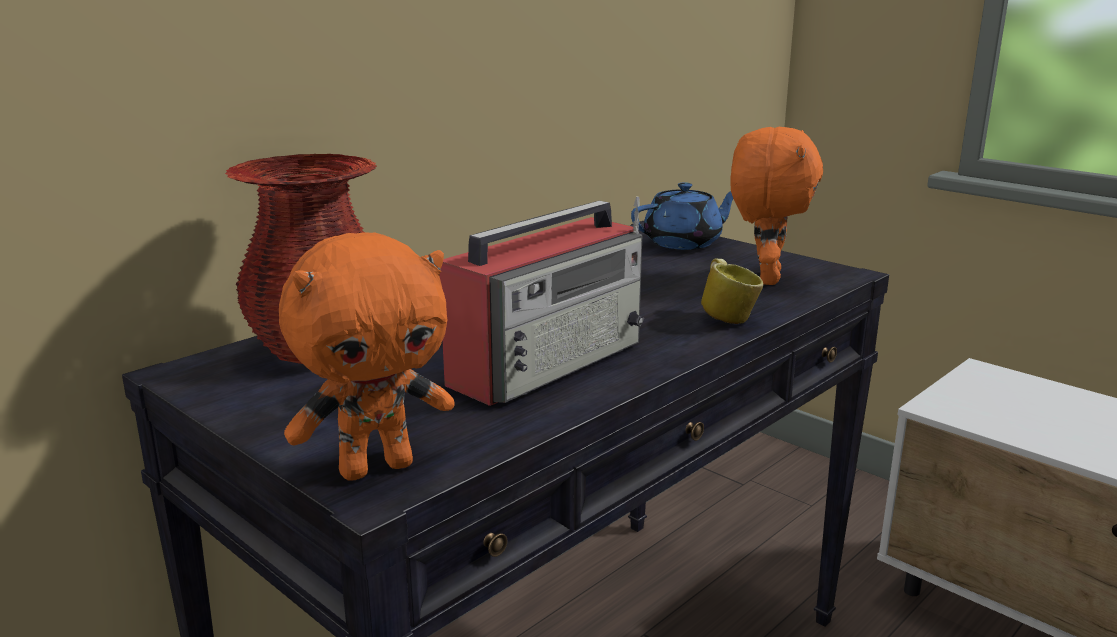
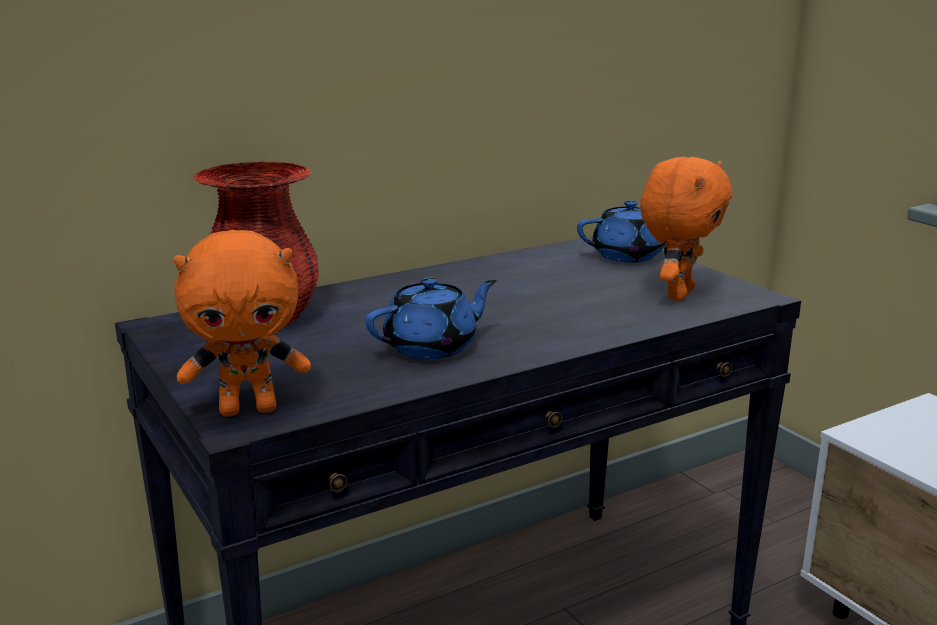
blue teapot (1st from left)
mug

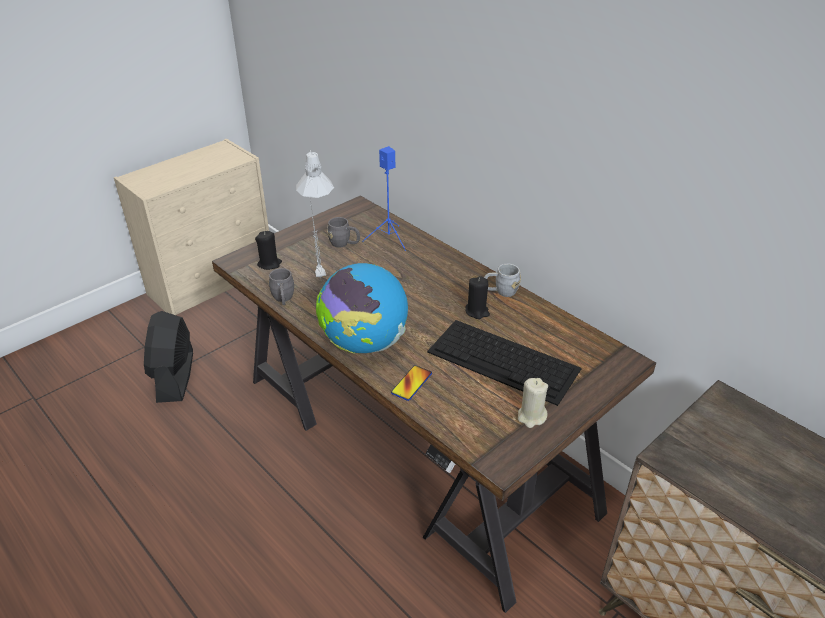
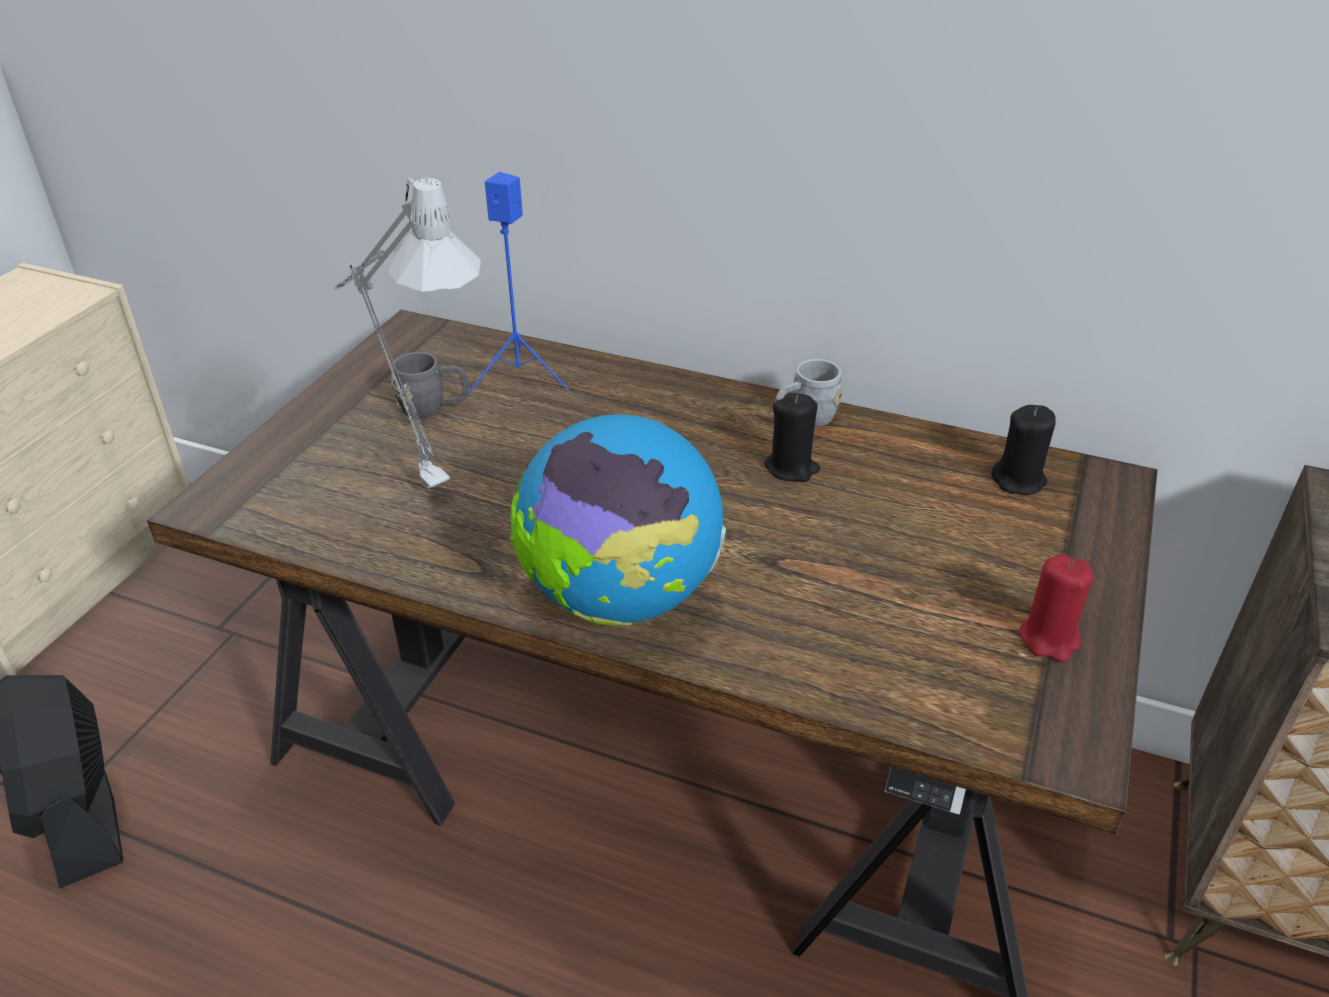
black candle (2nd from left)
grey mug (1st from left in the first image)
keyboard
phone
red candle

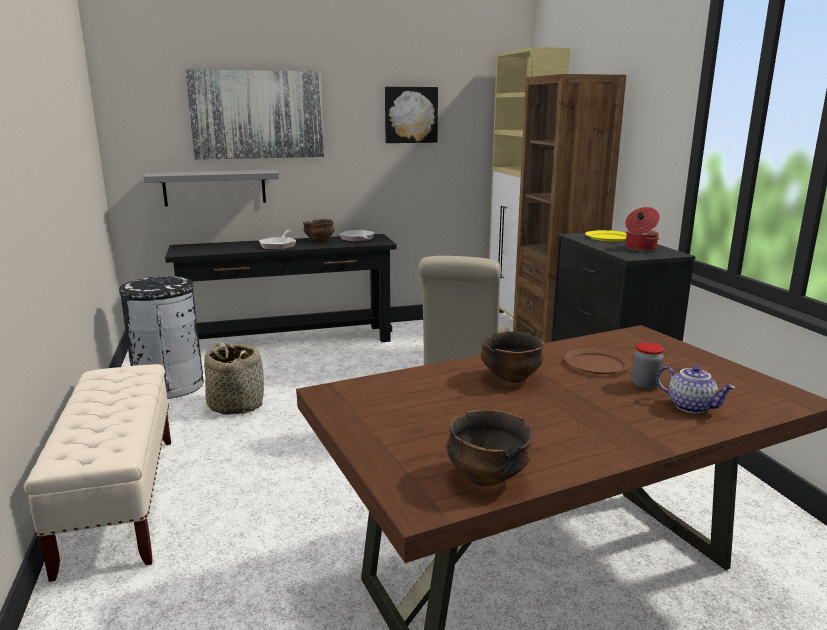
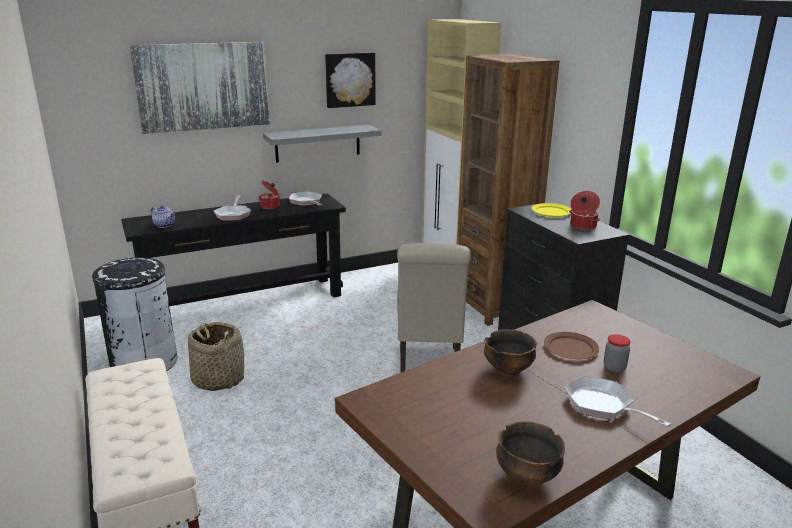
grey shelf
cooking pot (1st from left)
teapot
frying pan (3rd from left)

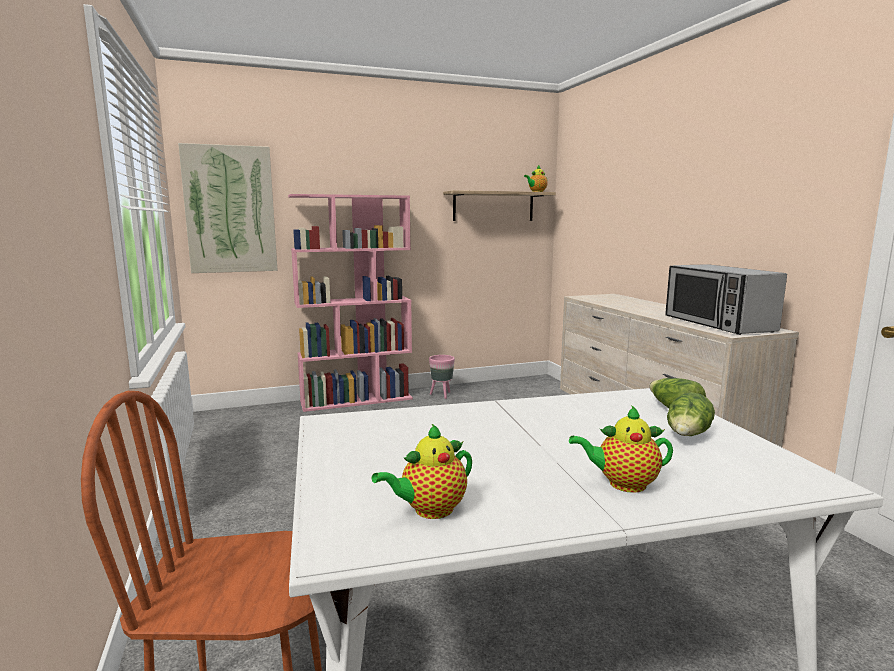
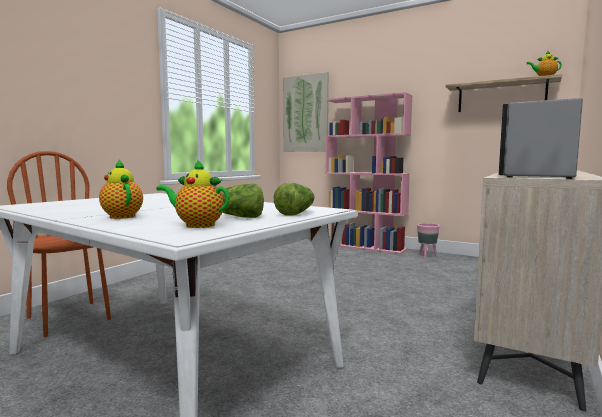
teapot (2nd from left)

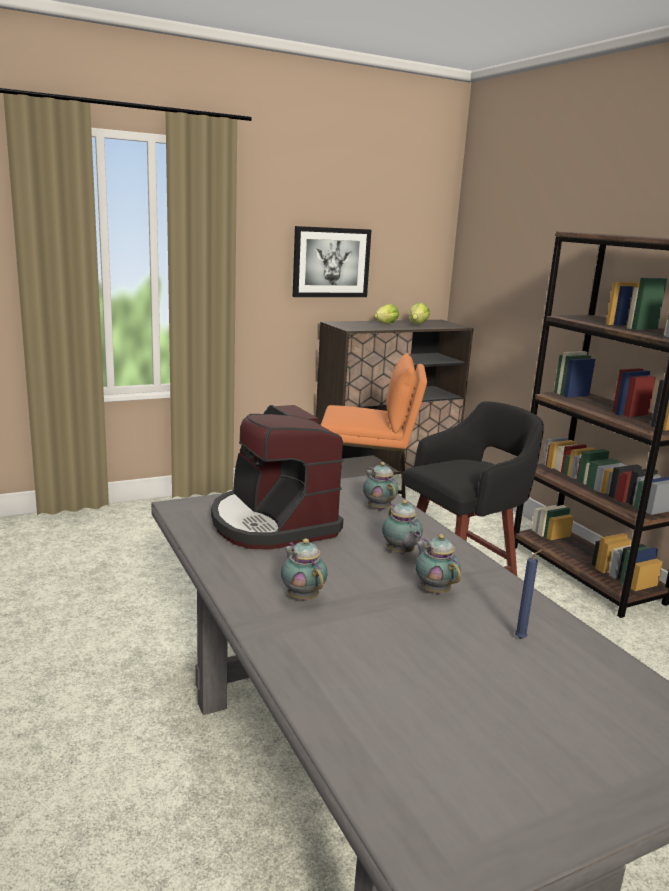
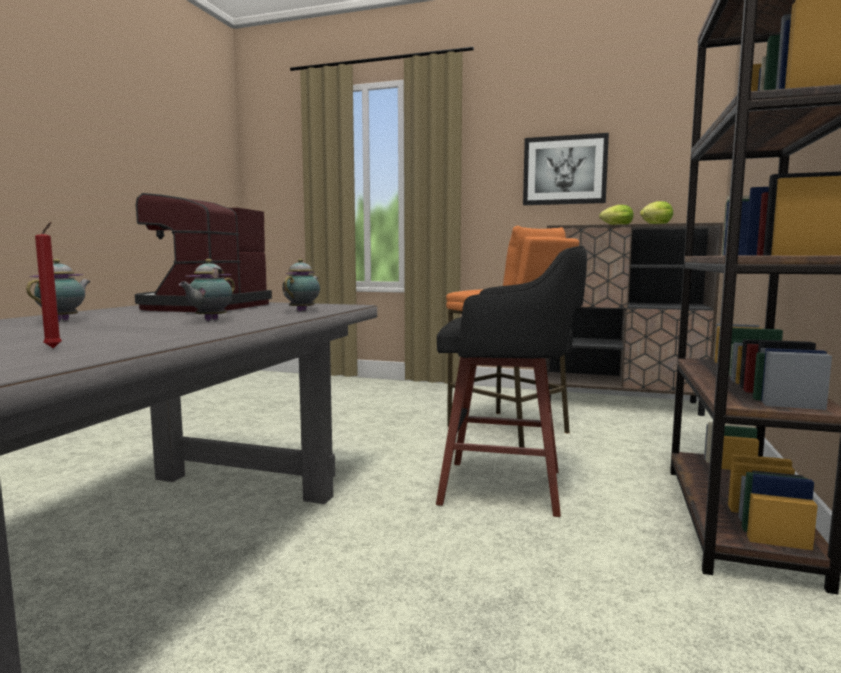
teapot (4th from left in the first image)
red candle

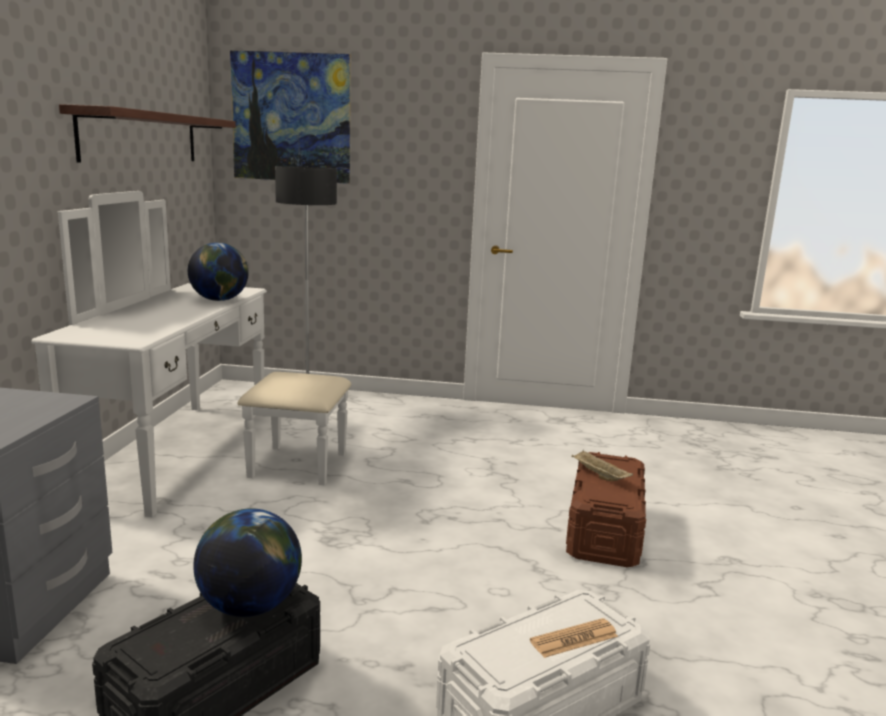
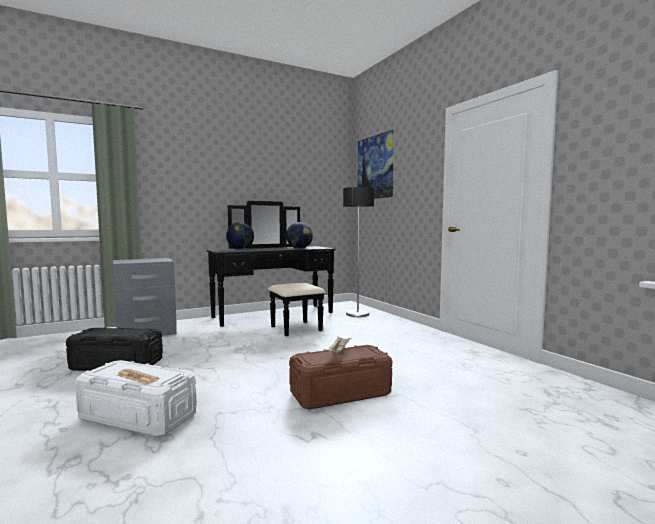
shelf
black dresser
globe (1st from left)

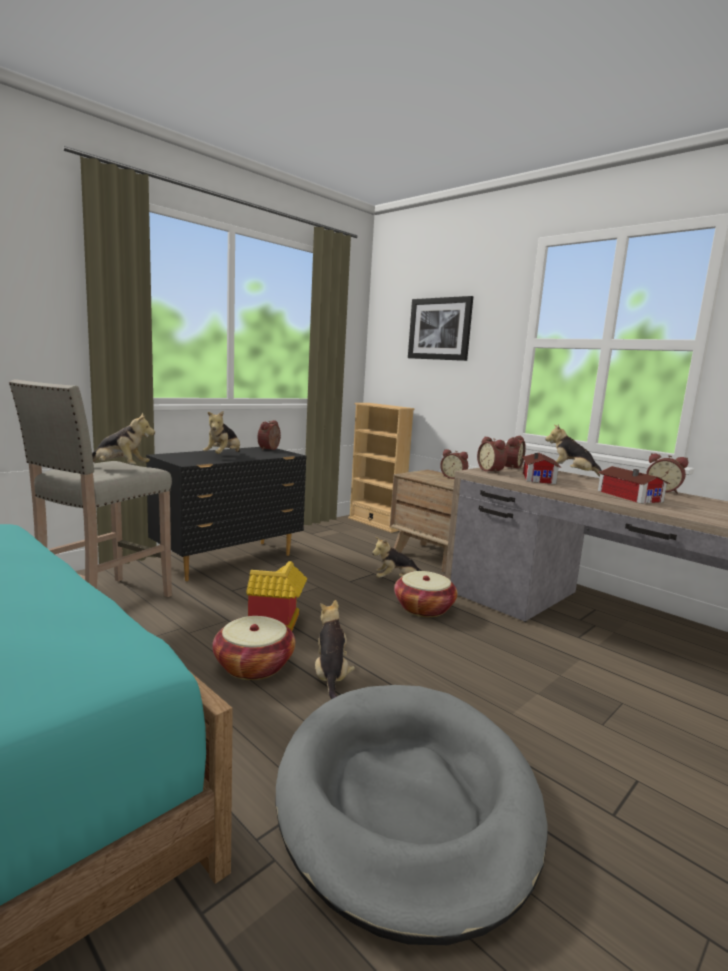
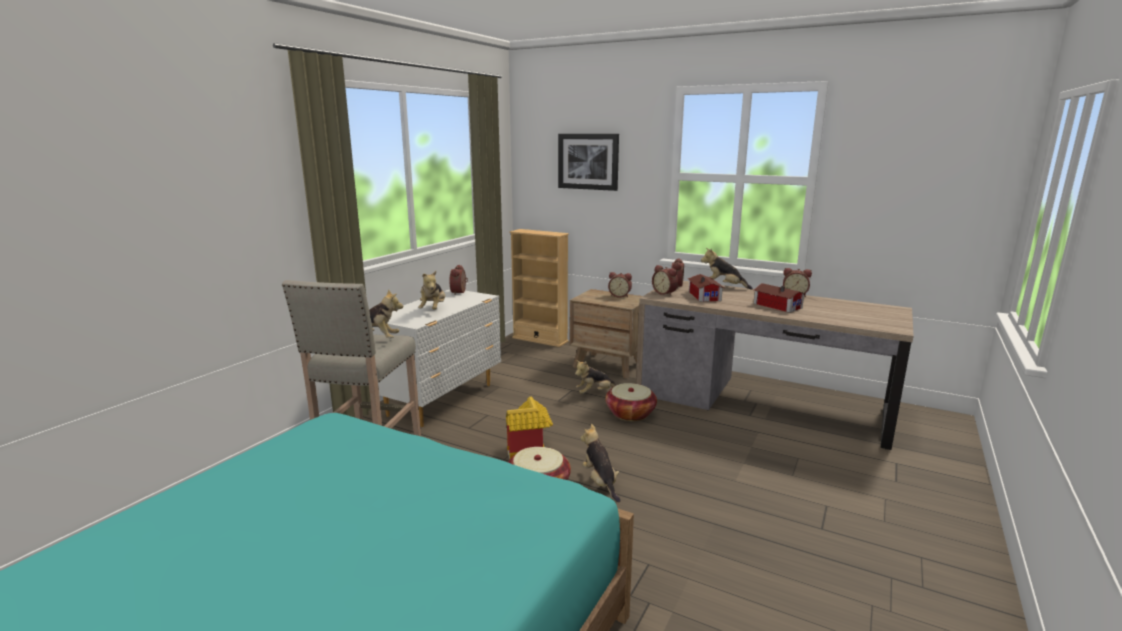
white dresser
grey dog bed

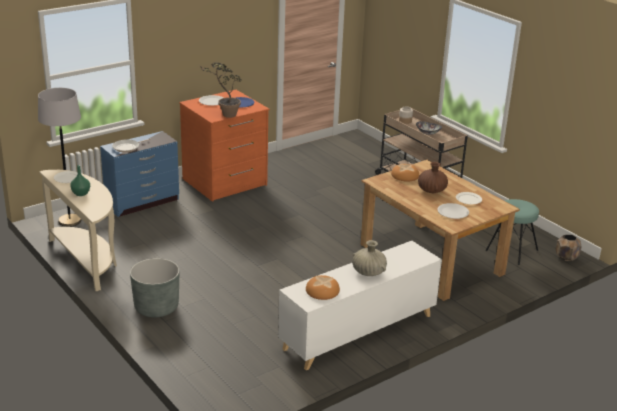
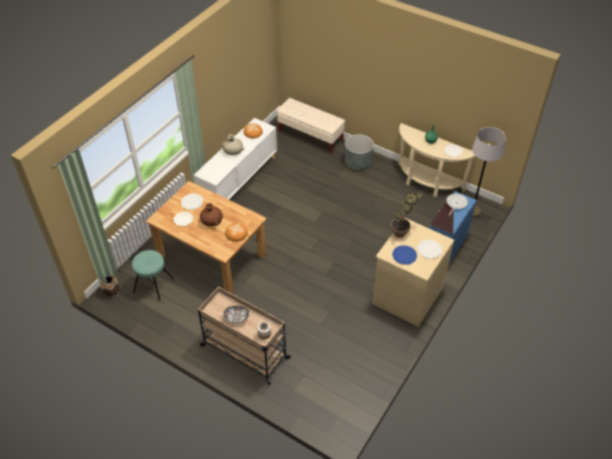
beige dresser
beige bench

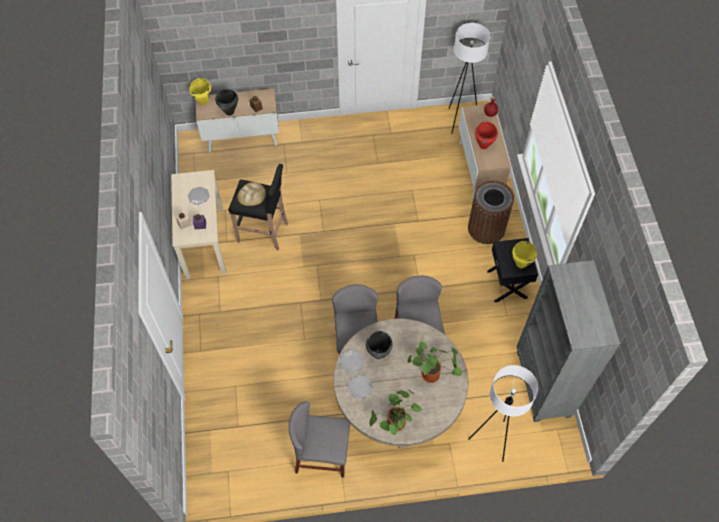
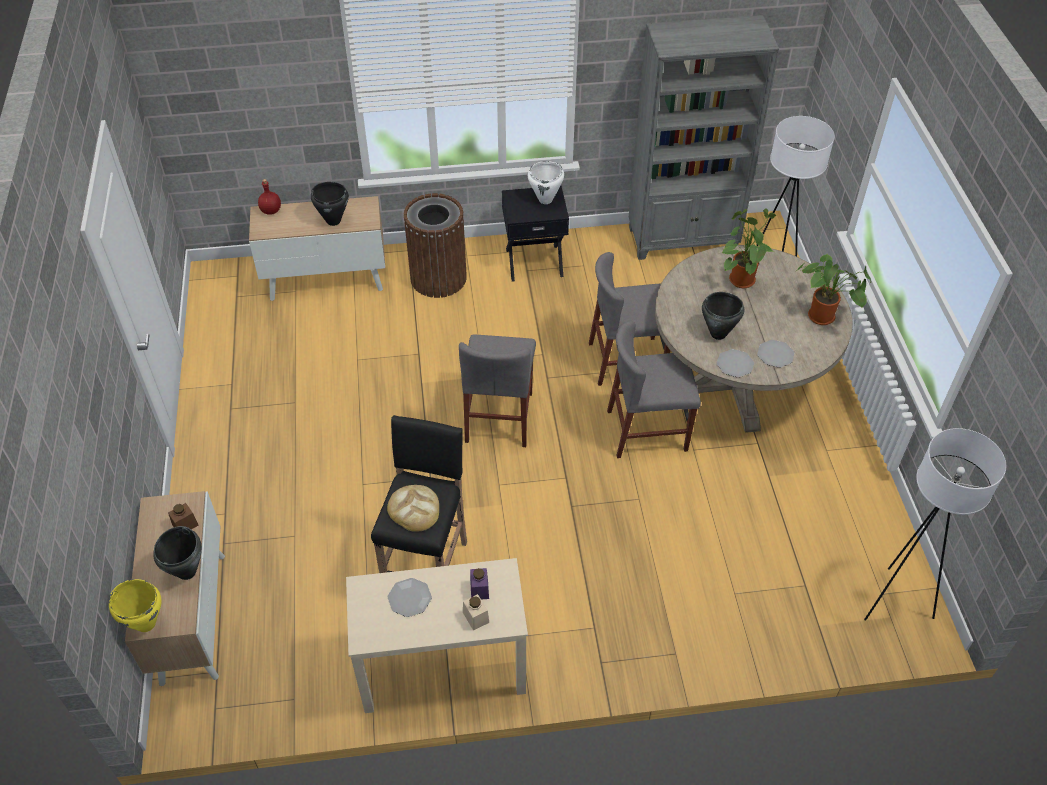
white floor lamp (2nd from left)
black cooking pot (2nd from left)
white cooking pot
grey chair (1st from left)

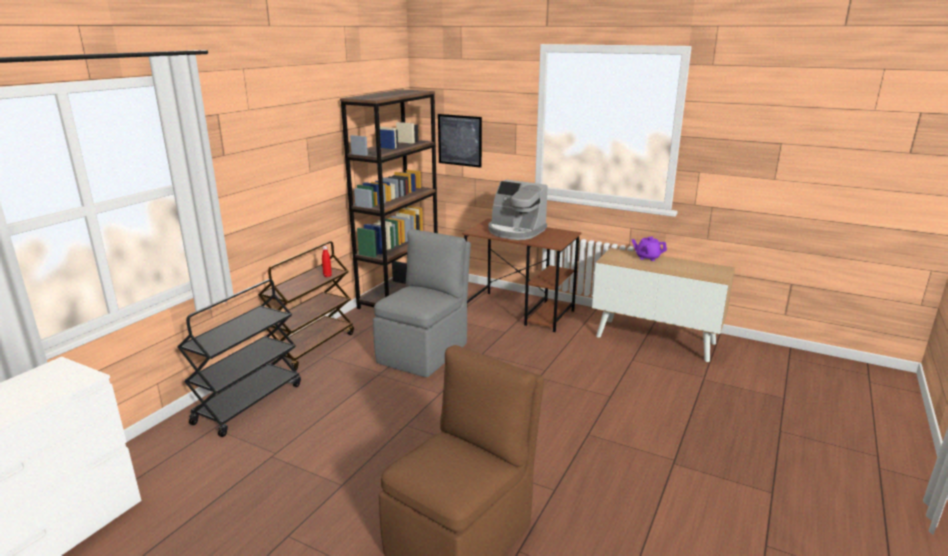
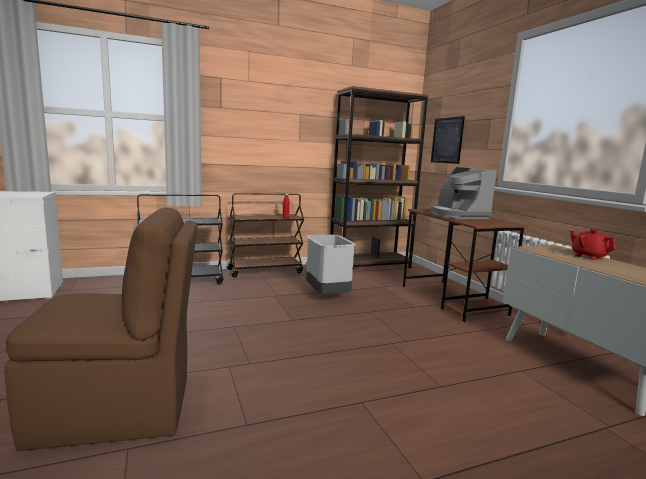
grey trash can
red teapot

